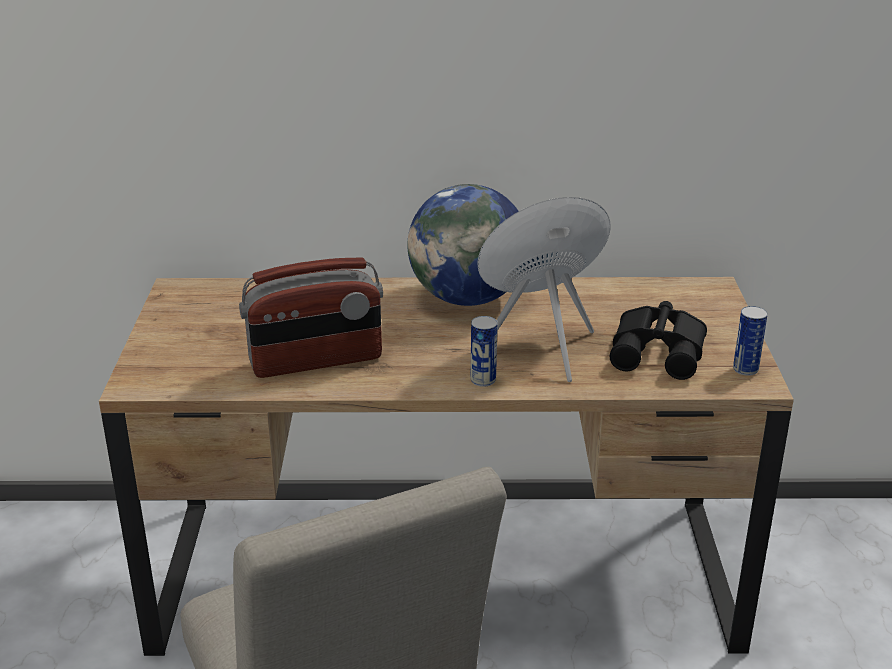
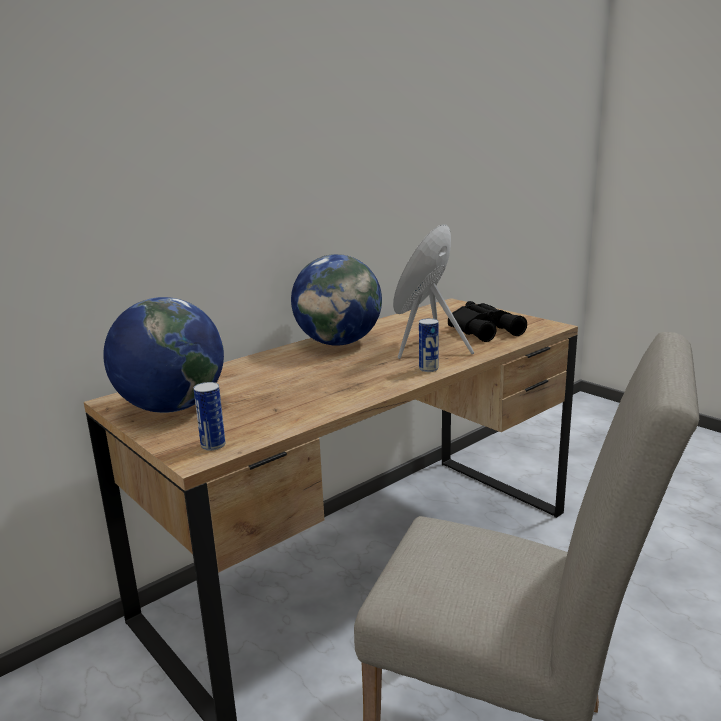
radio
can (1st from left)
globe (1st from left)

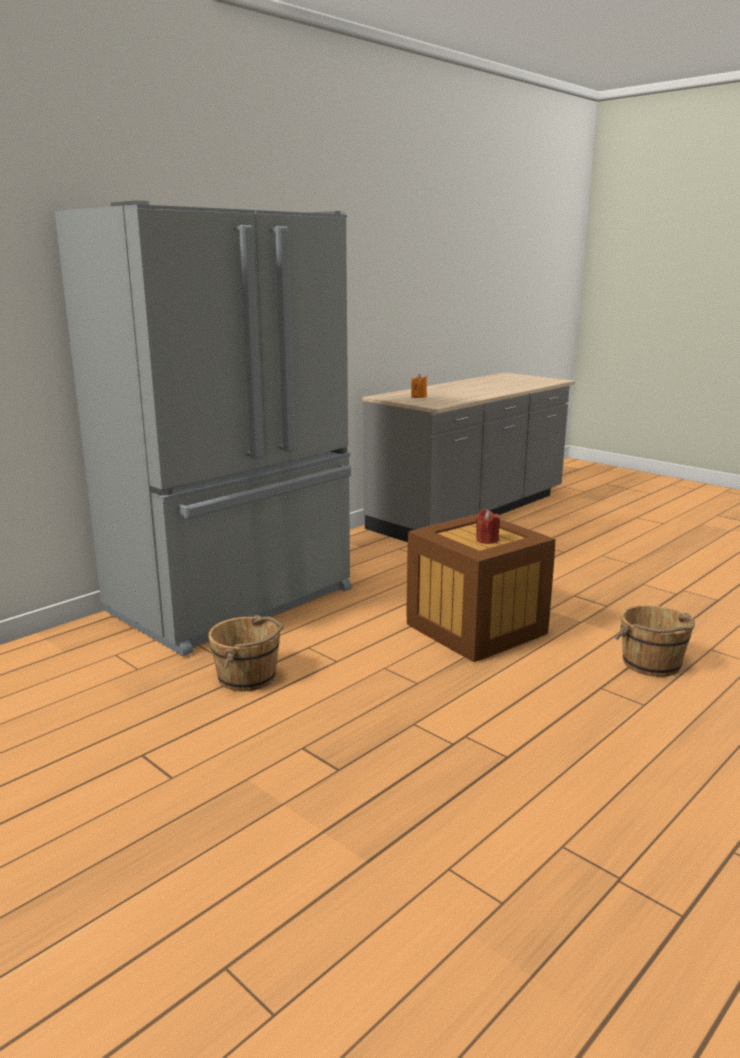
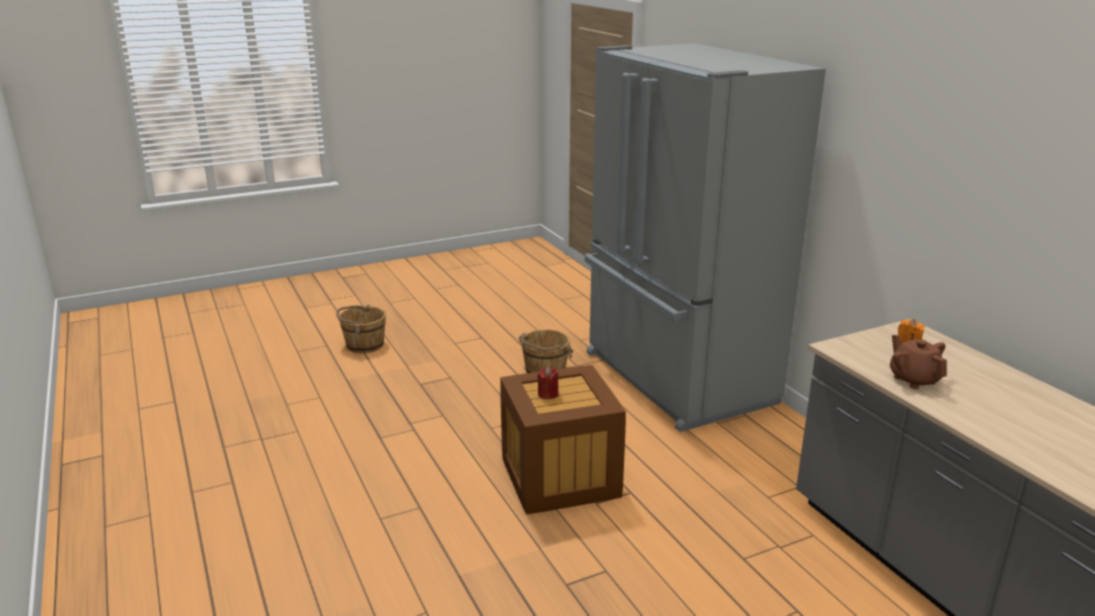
brown bucket (1st from left)
brown teapot

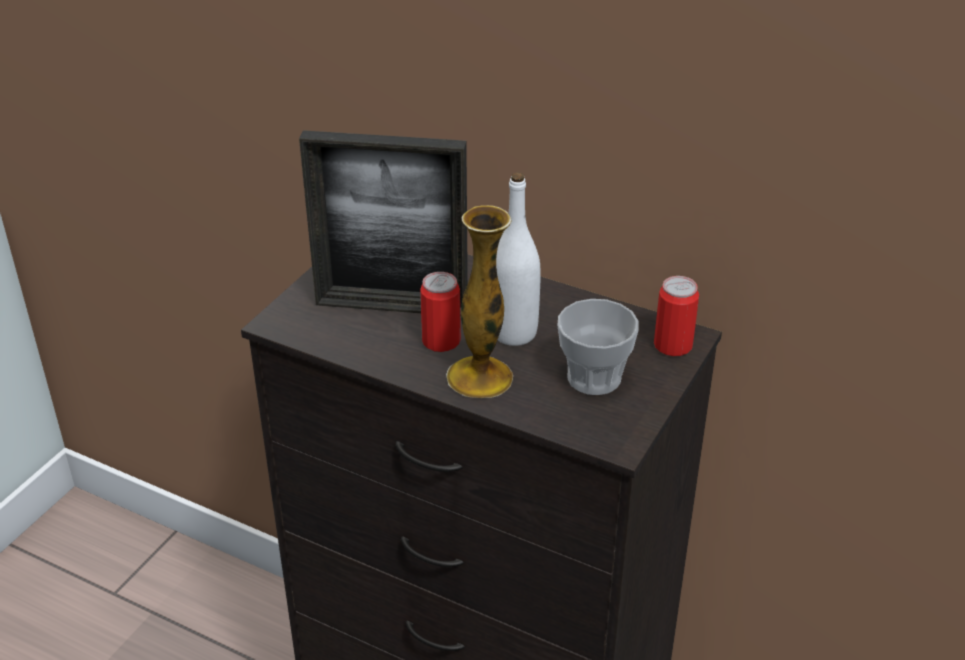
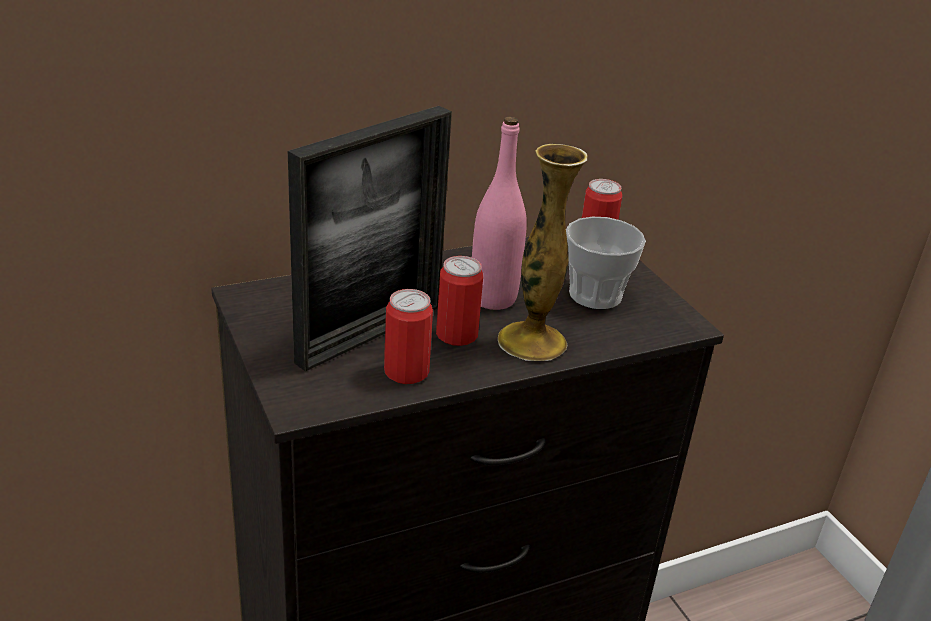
pink bottle
can (1st from left)

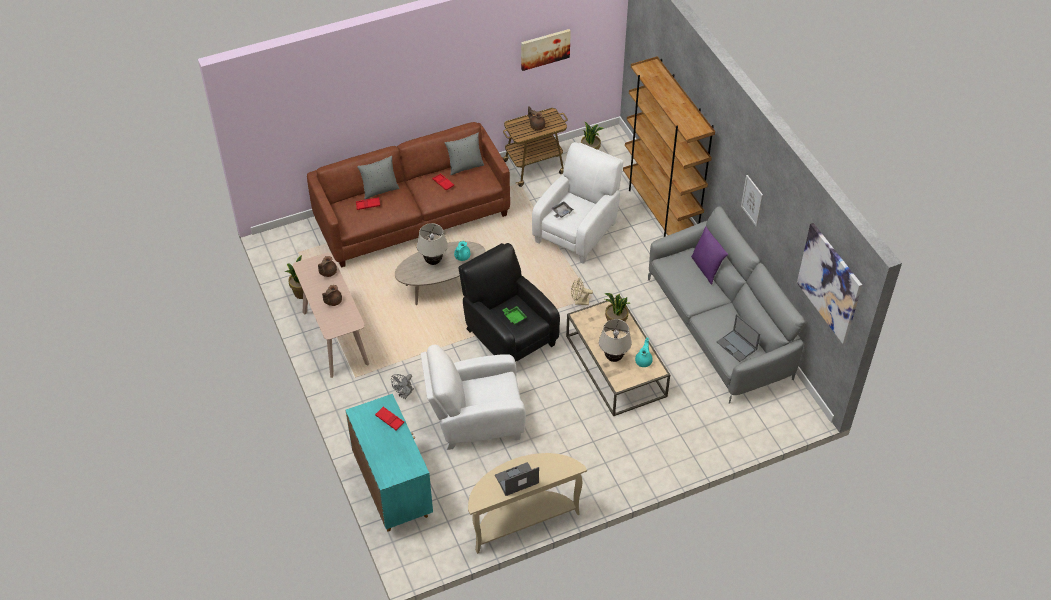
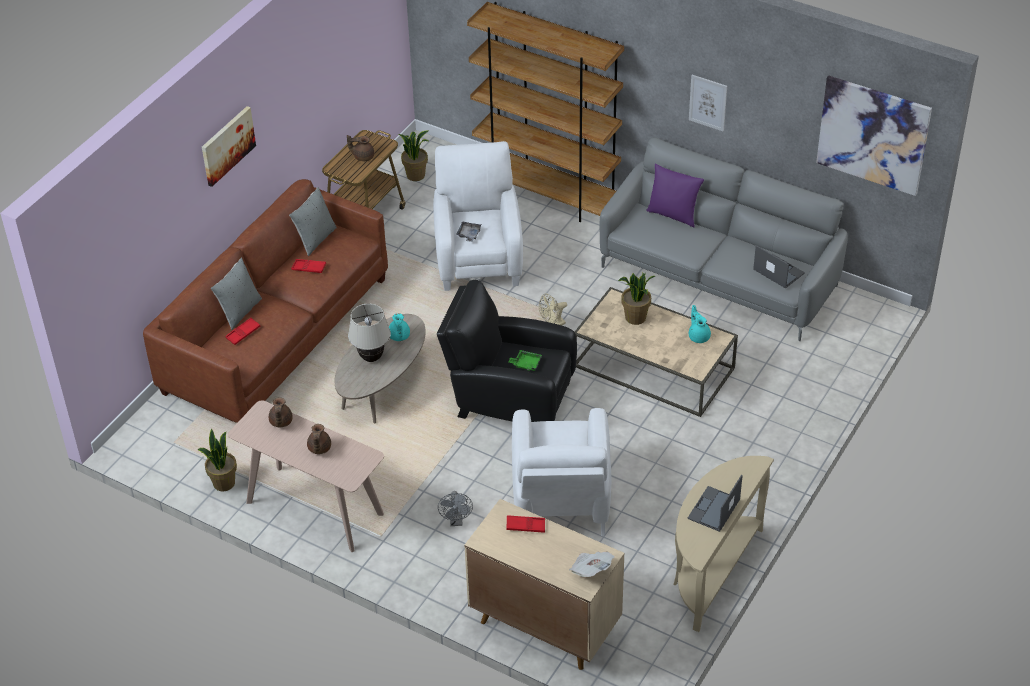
picture (1st from left)
laptop (2nd from left)
beige table lamp (2nd from left in the first image)
white armchair (2nd from left)
beige cabinet
newspaper

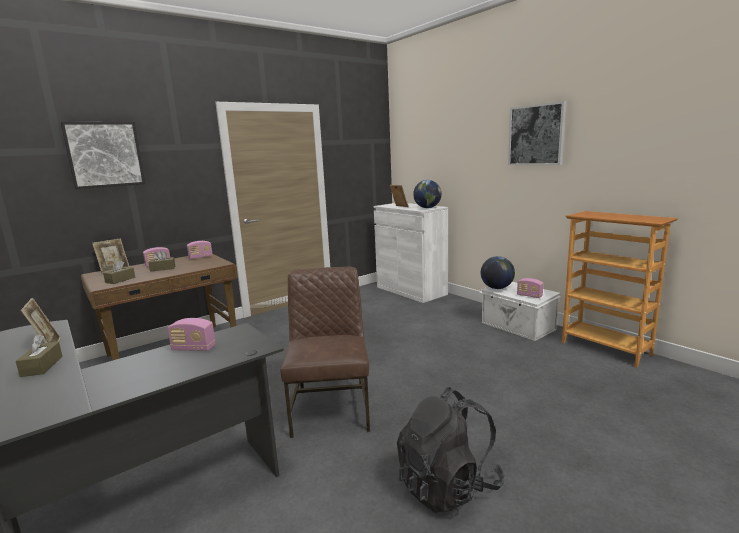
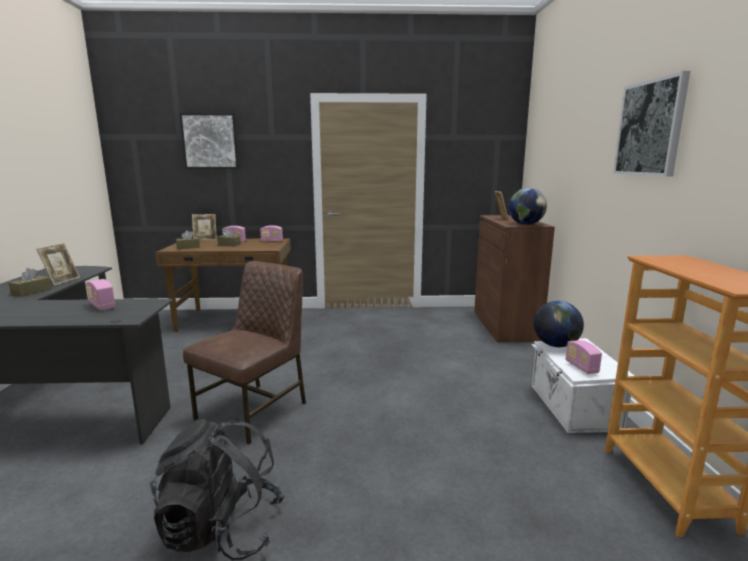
brown cabinet

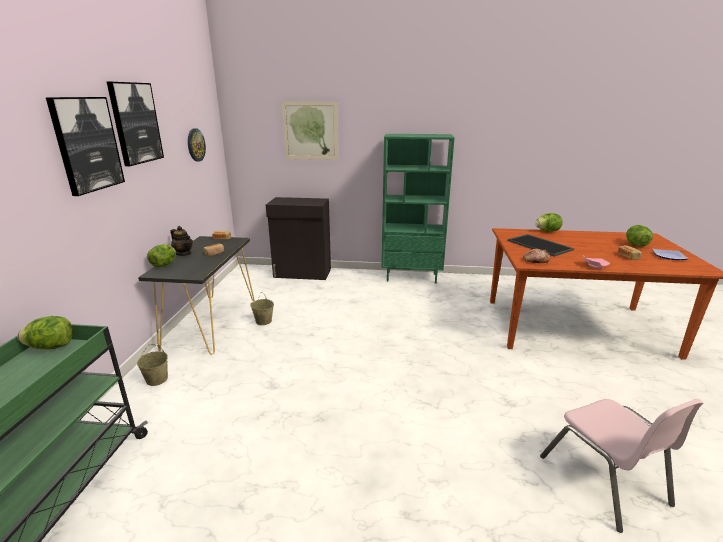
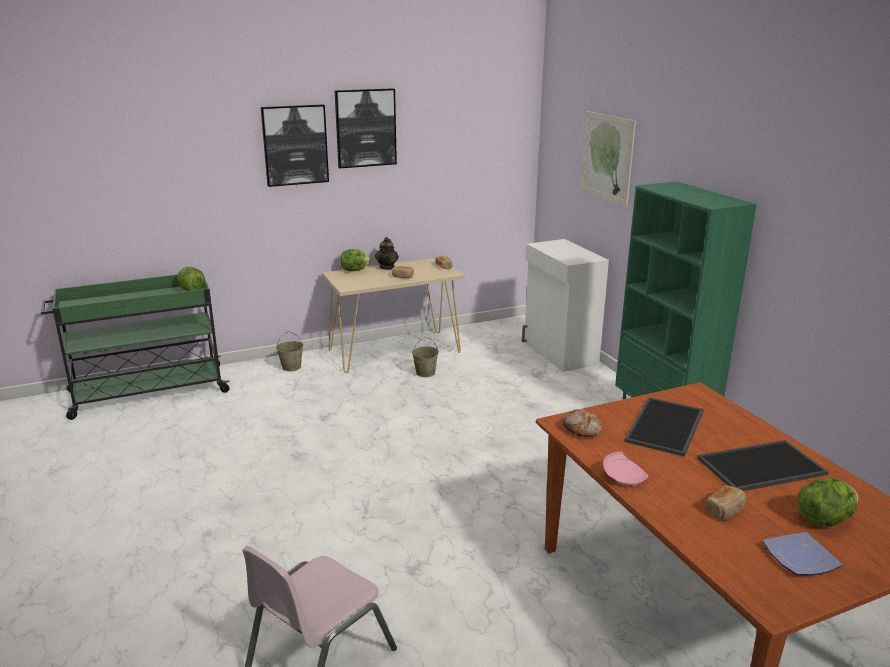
wall clock
white cabinet
lettuce (3rd from left in the first image)
beige console table
tray (2nd from left)

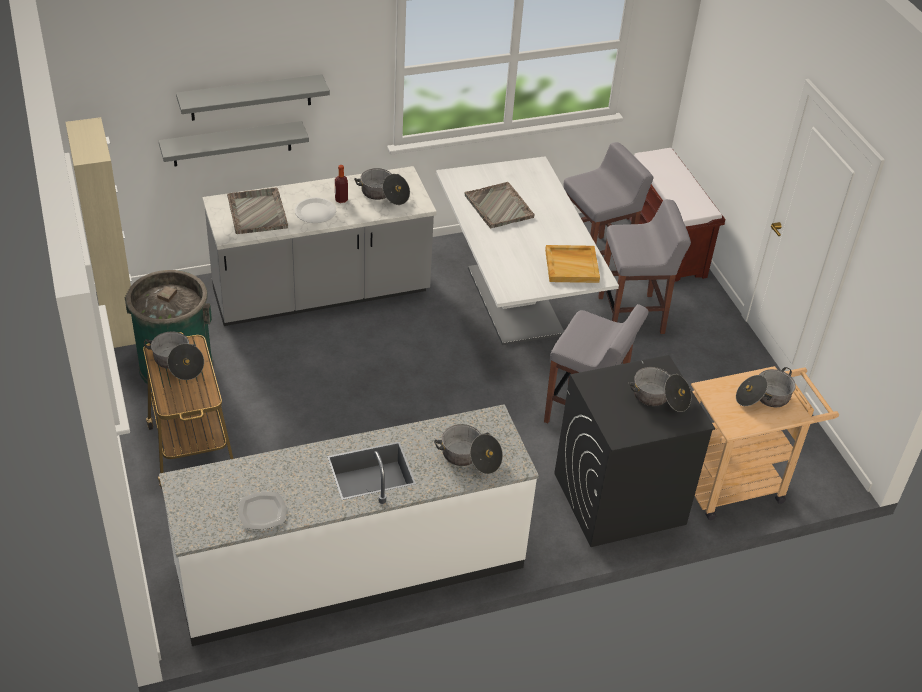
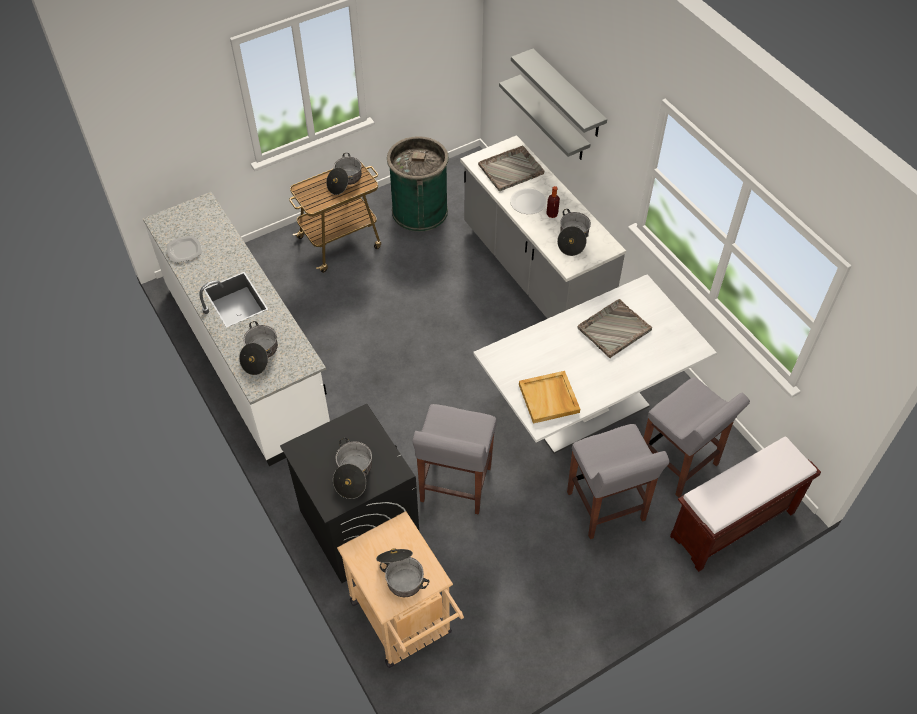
beige cabinet

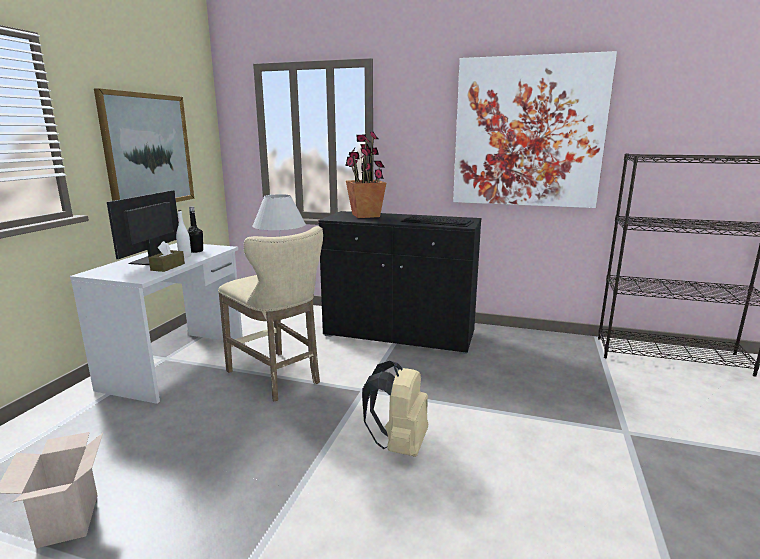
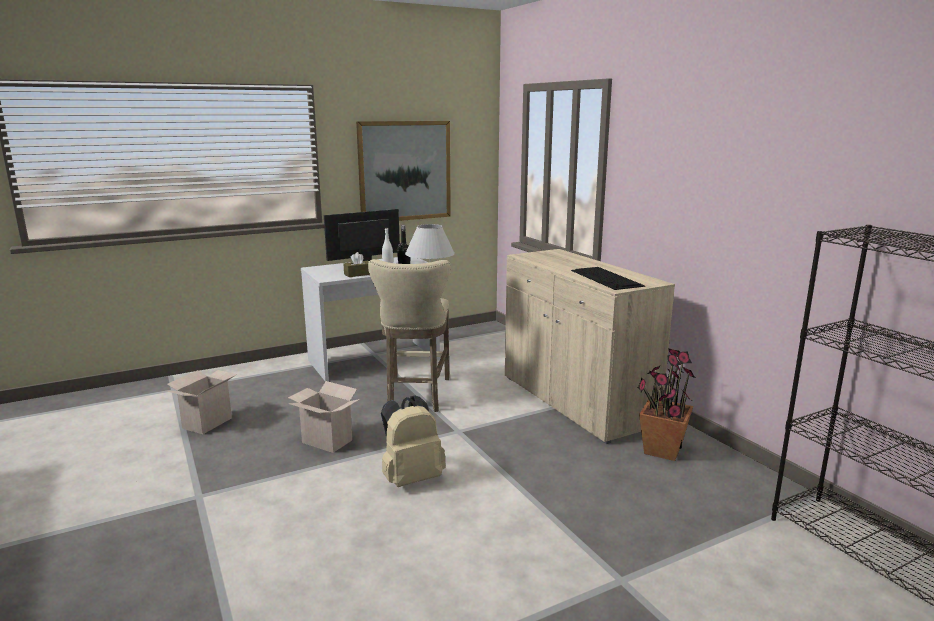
picture (2nd from left in the first image)
potted plant
beige cabinet
cardboard box (2nd from left)

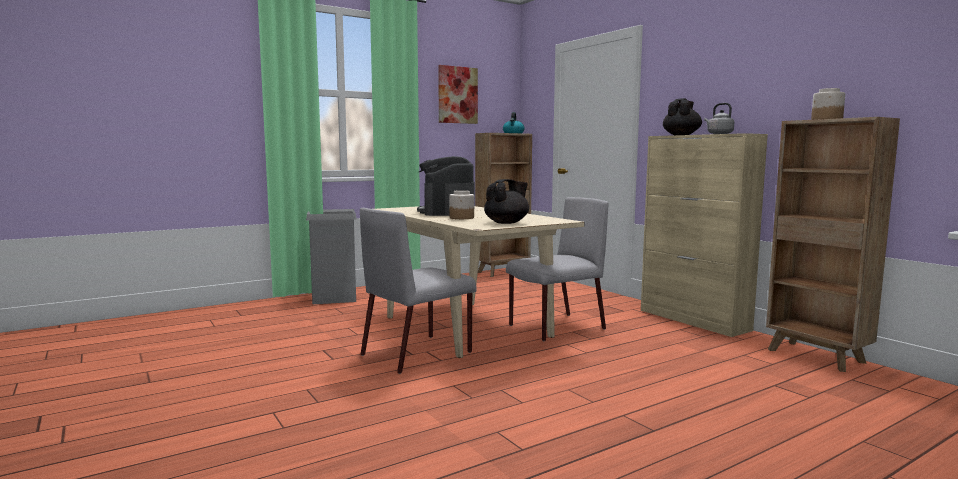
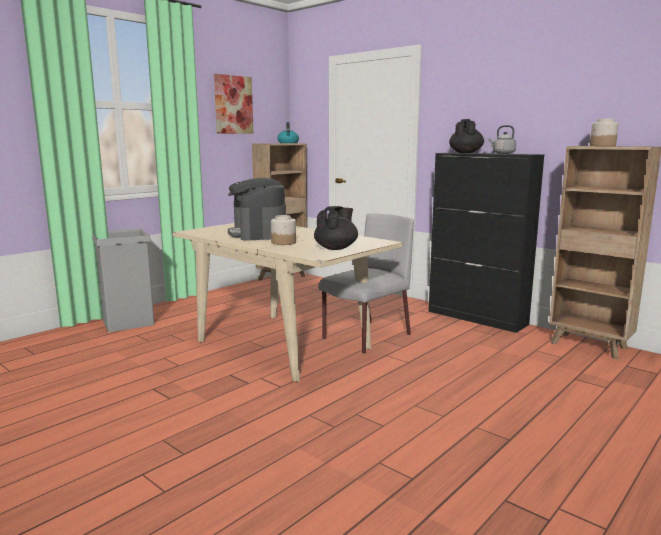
black cabinet
grey chair (1st from left in the first image)

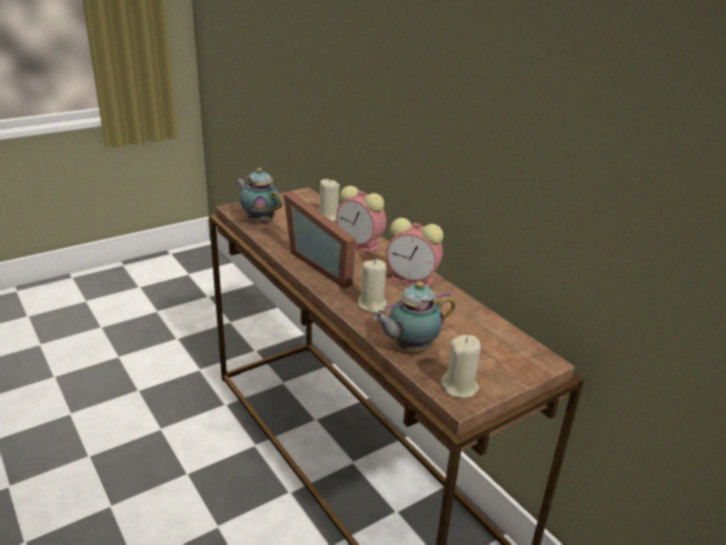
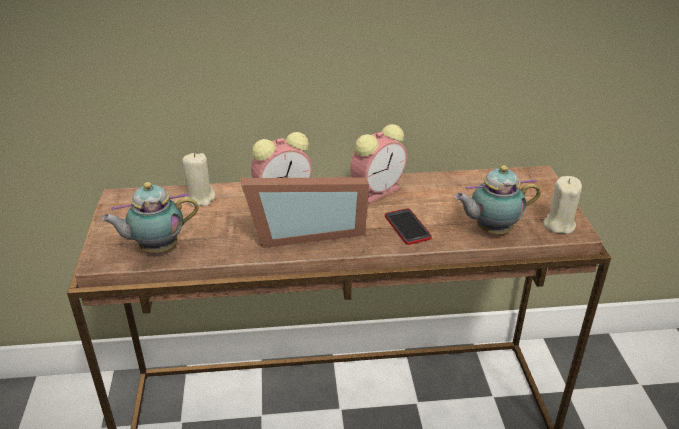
phone
teapot (2nd from left)

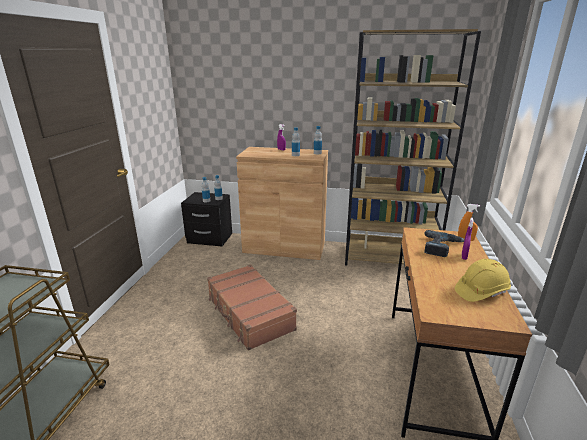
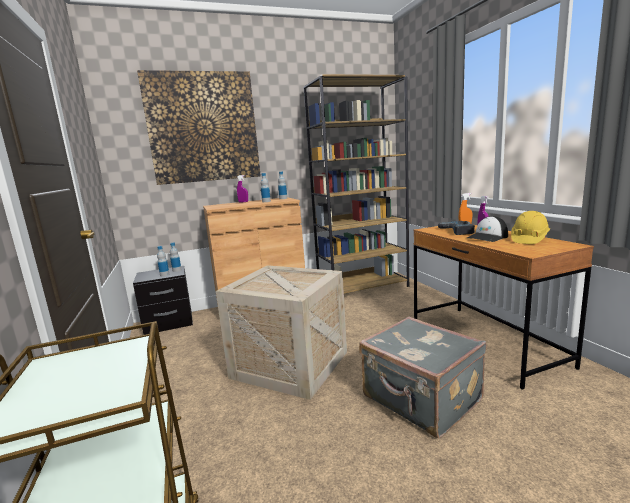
crate
picture
cap
grey suitcase

